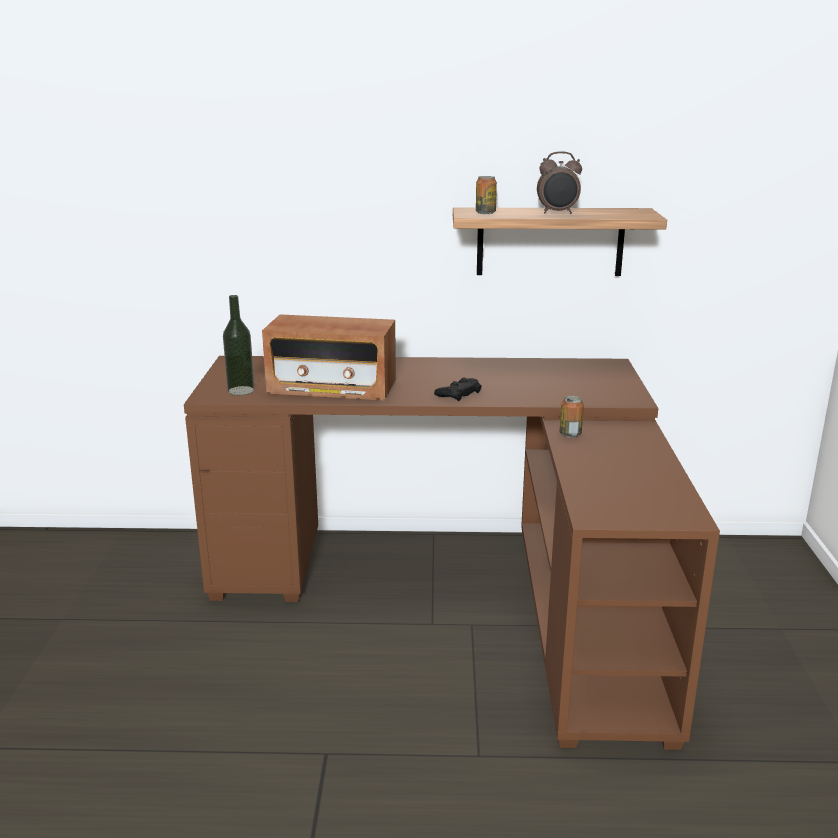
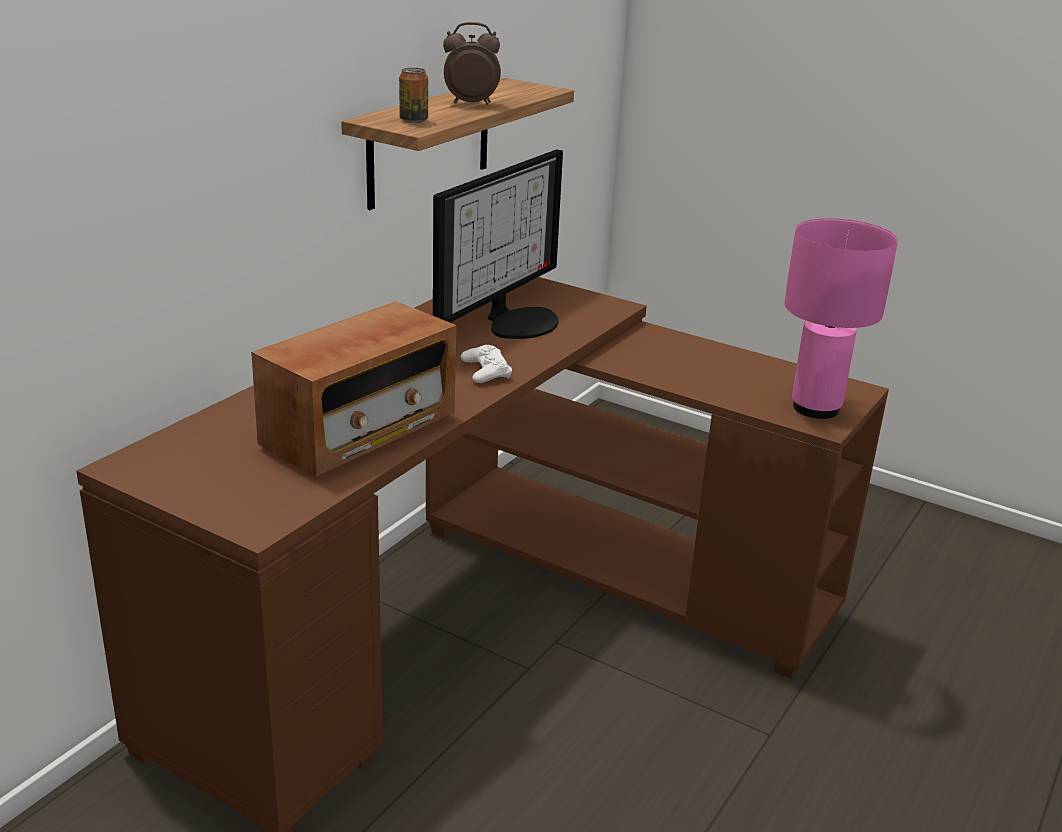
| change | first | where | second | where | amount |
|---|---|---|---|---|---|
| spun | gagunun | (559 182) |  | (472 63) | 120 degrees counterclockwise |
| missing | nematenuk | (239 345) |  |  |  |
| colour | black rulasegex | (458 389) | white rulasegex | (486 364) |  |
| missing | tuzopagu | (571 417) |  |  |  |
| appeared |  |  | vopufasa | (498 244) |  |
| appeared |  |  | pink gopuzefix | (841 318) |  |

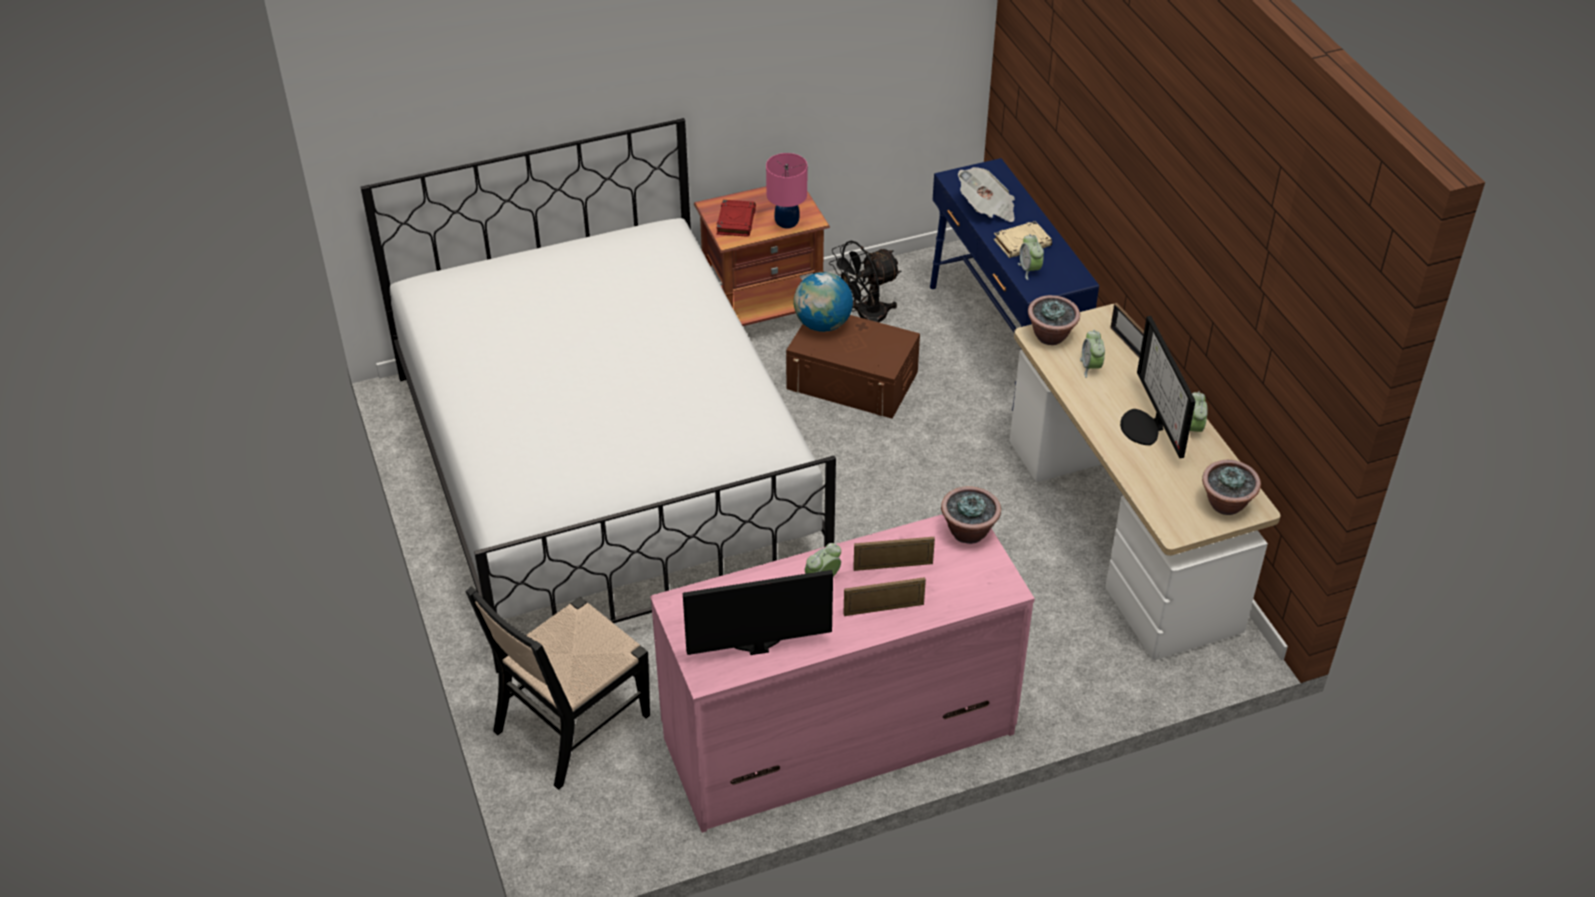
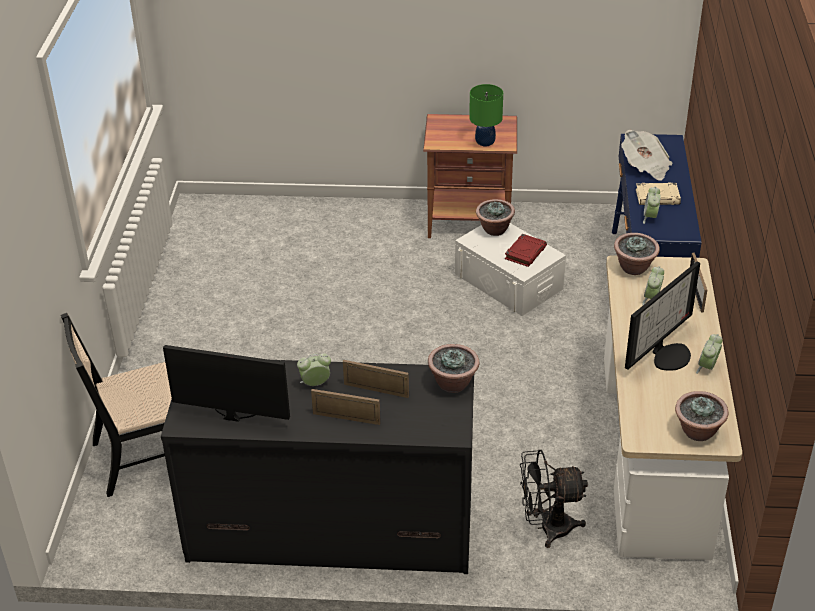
| change | first | where | second | where | amount |
|---|---|---|---|---|---|
| missing | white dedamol | (598 395) |  |  |  |
| colour | pink gopuzefix | (786 191) | green gopuzefix | (486 115) |  |
| relocated | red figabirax | (736 218) |  | (526 250) |  |
| relocated | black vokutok | (865 281) |  | (554 499) |  |
| exchanged | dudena | (823 302) | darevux | (495 217) |  |
| colour | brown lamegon | (853 367) | white lamegon | (510 269) |  |
| spun | vopufasa | (1158 387) |  | (662 316) | 150 degrees counterclockwise |
| colour | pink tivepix | (842 673) | black tivepix | (317 467) |  |

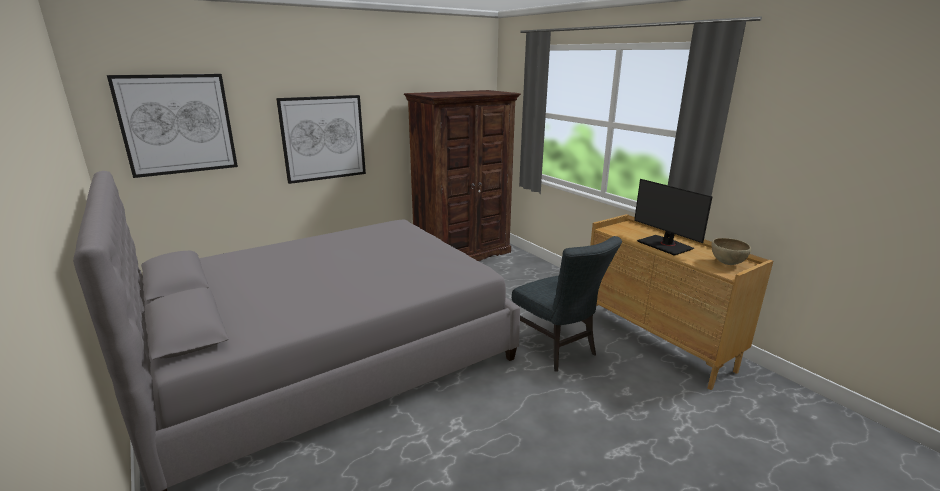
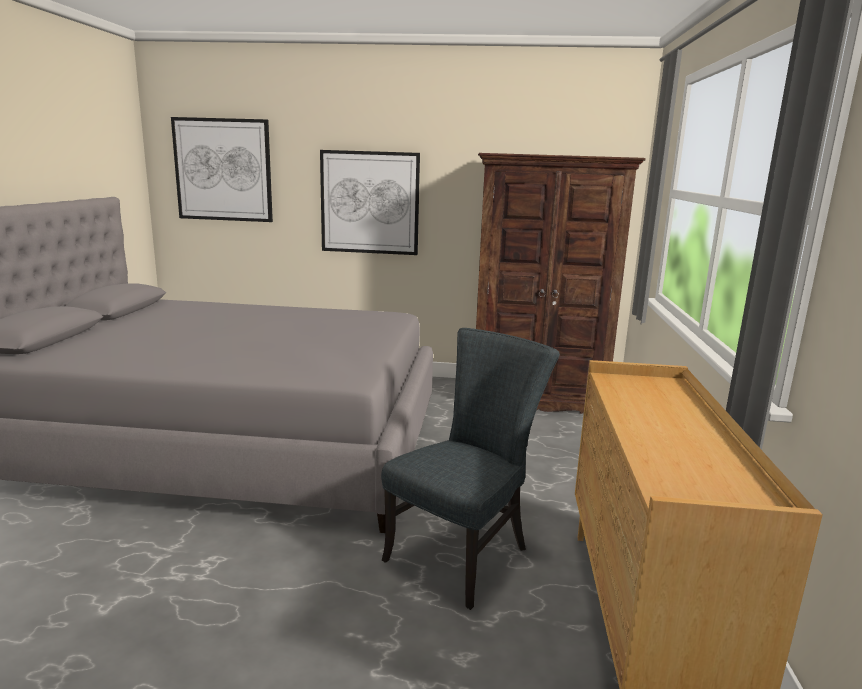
| change | first | where | second | where | amount |
|---|---|---|---|---|---|
| missing | vopufasa | (673 217) |  |  |  |
| spun | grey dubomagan | (567 304) |  | (470 469) | 150 degrees counterclockwise |
| missing | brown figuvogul | (731 251) |  |  |  |

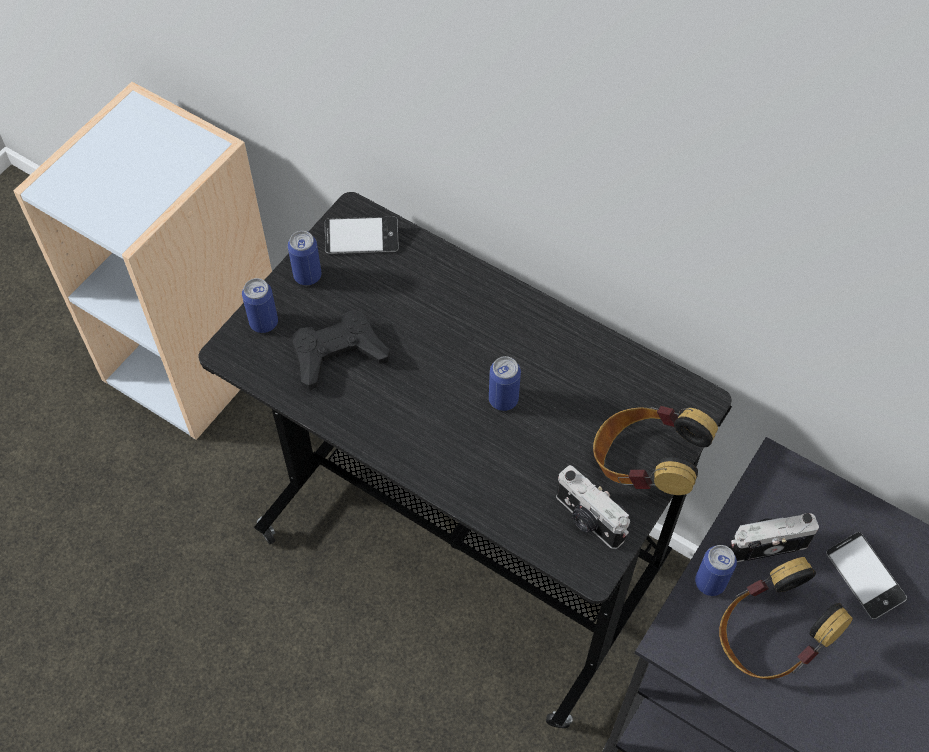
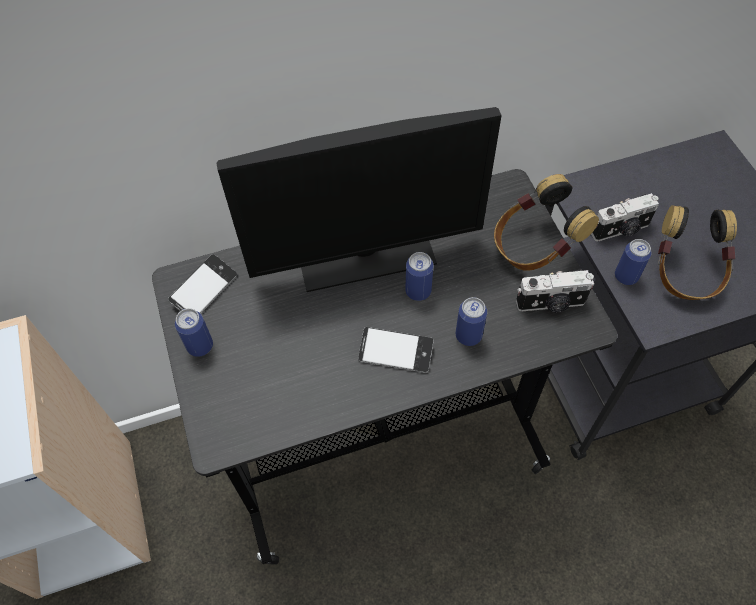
| change | first | where | second | where | amount |
|---|---|---|---|---|---|
| relocated | tuzopagu | (260 305) |  | (471 321) |  |
| missing | black rulasegex | (341 351) |  |  |  |
| spun | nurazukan | (774 537) |  | (625 217) | 135 degrees counterclockwise |
| relocated | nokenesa | (866 575) |  | (396 350) |  |
| appeared |  |  | vopufasa | (359 199) |  |

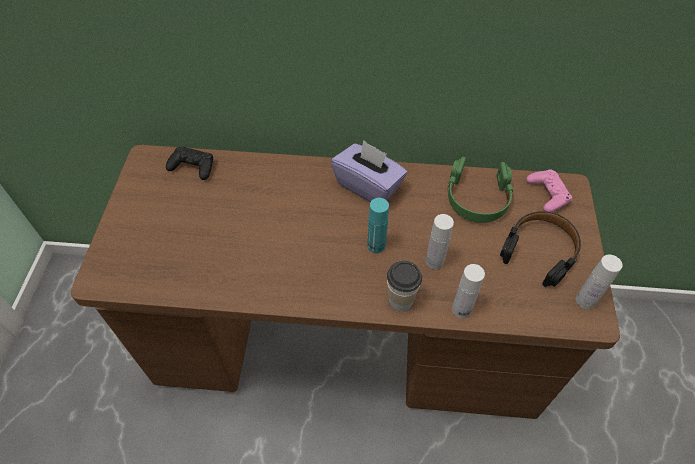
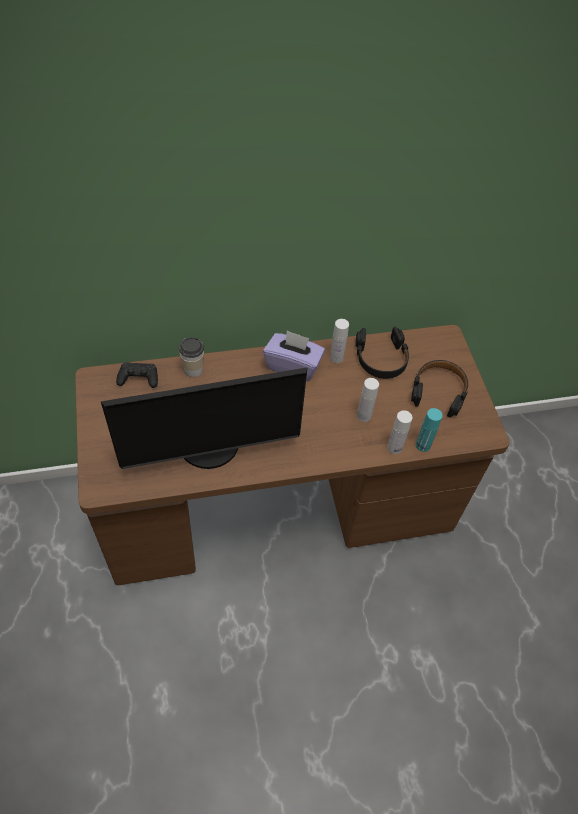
| change | first | where | second | where | amount |
|---|---|---|---|---|---|
| colour | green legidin | (480 190) | black legidin | (382 353) |  |
| missing | pink rulasegex | (549 190) |  |  |  |
| relocated | turquoise nematenuk | (378 225) |  | (429 430) |  |
| relocated | white nematenuk | (599 282) |  | (339 341) |  |
| relocated | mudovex | (404 286) |  | (191 357) |  |
| appeared |  |  | vopufasa | (204 418) |  |

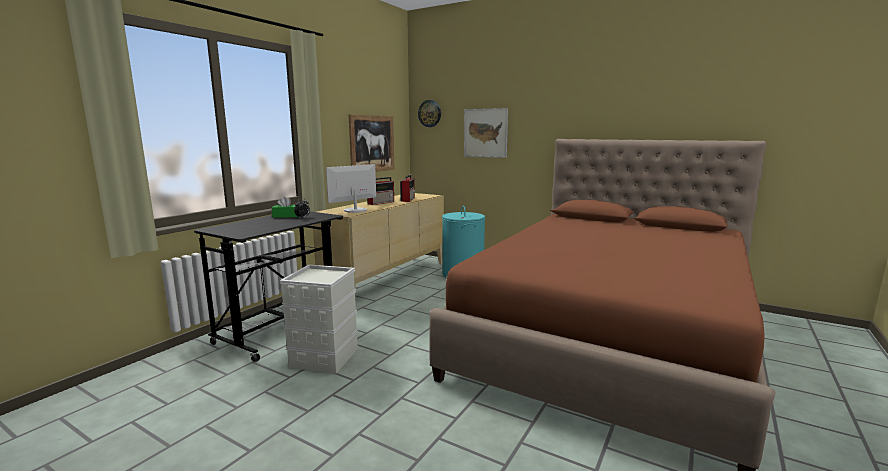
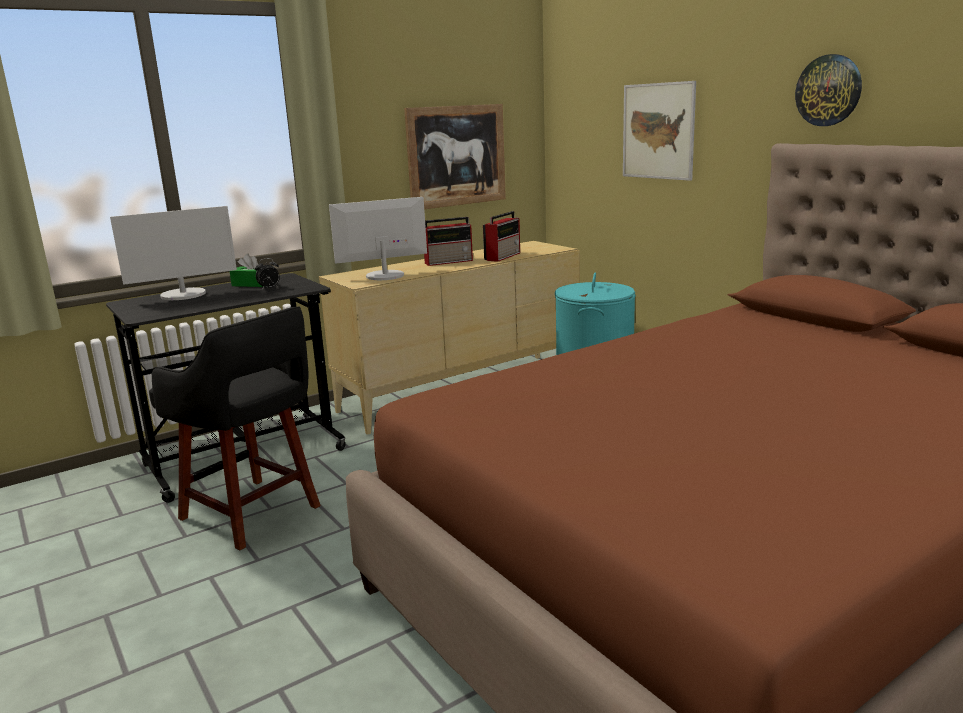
| change | first | where | second | where | amount |
|---|---|---|---|---|---|
| relocated | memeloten | (429 113) |  | (828 90) |  |
| exchanged | grey lamegon | (319 319) | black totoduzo | (235 428) |  |
| appeared |  |  | vopufasa | (173 253) |  |

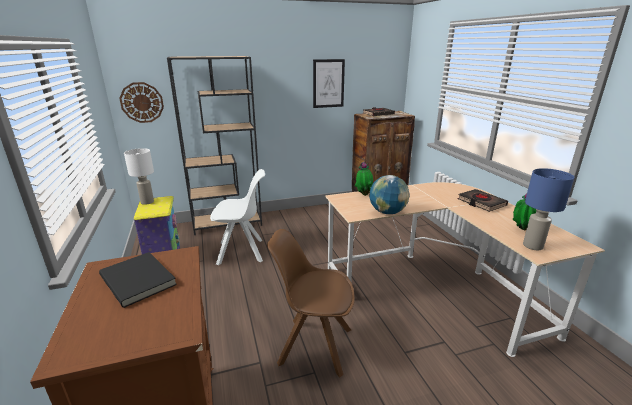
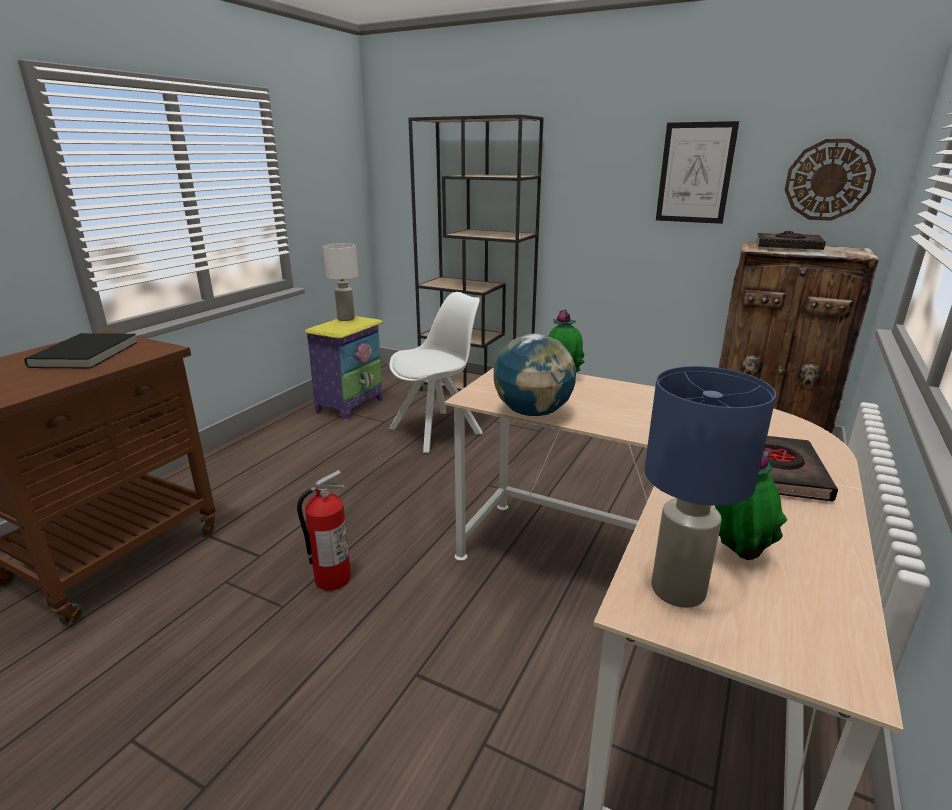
| change | first | where | second | where | amount |
|---|---|---|---|---|---|
| relocated | memeloten | (141 102) |  | (830 180) |  |
| spun | white dubomagan | (237 217) |  | (436 372) | 75 degrees counterclockwise |
| exchanged | brown dubomagan | (311 303) | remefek | (324 530) |  |

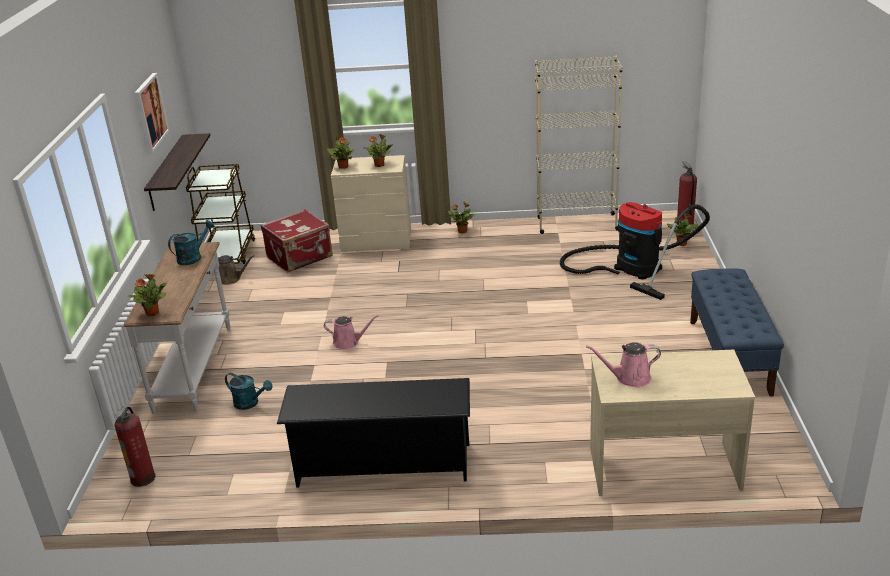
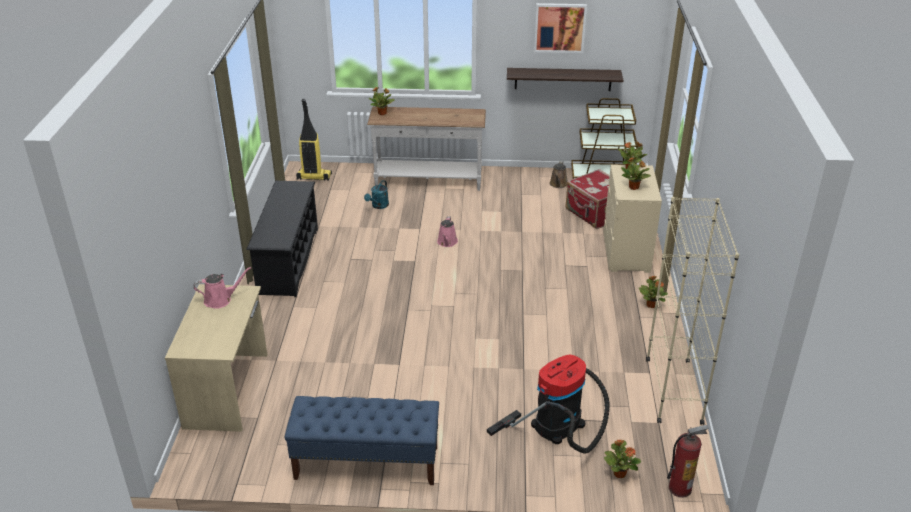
| change | first | where | second | where | amount |
|---|---|---|---|---|---|
| missing | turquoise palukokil | (191 242) |  |  |  |
| spun | pink palukokil | (623 365) |  | (222 288) | 75 degrees clockwise |
| exchanged | remefek | (134 447) | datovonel | (314 140) |  |

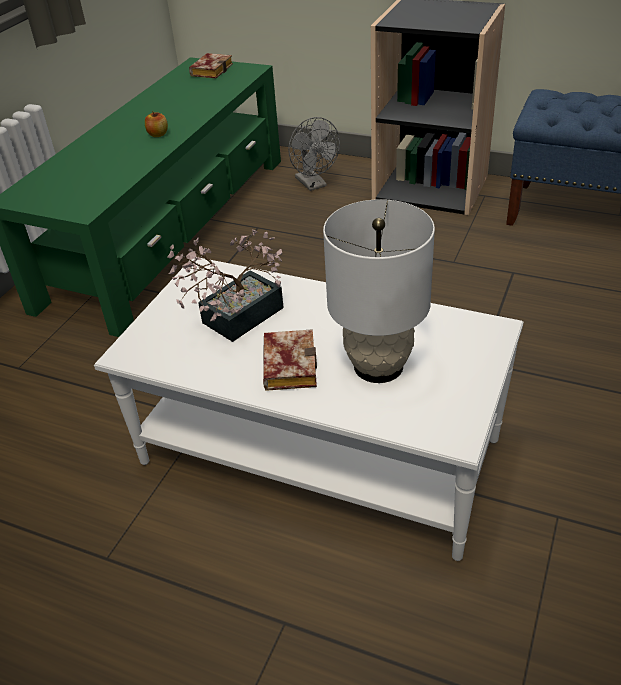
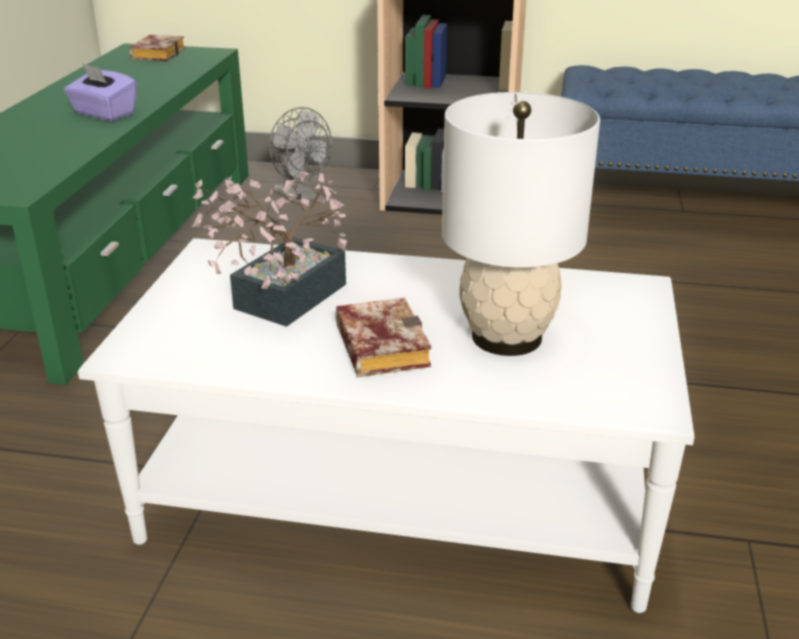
| change | first | where | second | where | amount |
|---|---|---|---|---|---|
| exchanged | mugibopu | (156 124) | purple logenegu | (100 92) |  |

